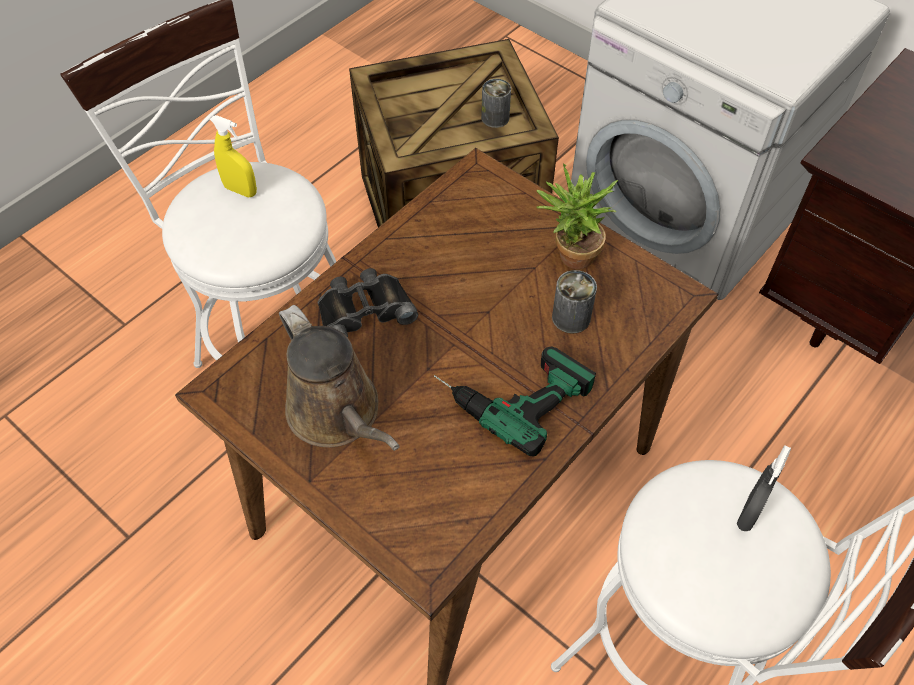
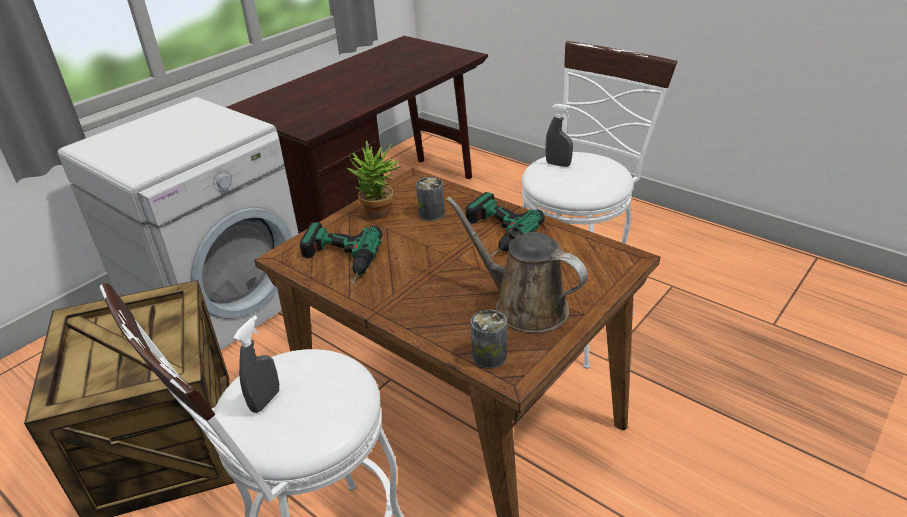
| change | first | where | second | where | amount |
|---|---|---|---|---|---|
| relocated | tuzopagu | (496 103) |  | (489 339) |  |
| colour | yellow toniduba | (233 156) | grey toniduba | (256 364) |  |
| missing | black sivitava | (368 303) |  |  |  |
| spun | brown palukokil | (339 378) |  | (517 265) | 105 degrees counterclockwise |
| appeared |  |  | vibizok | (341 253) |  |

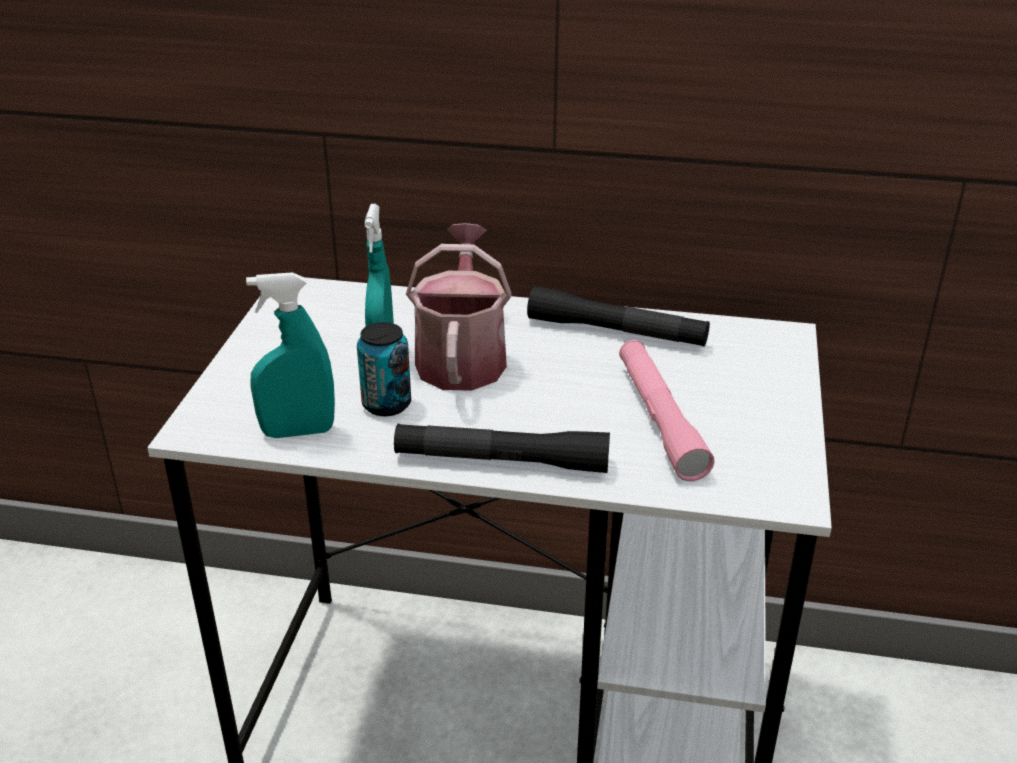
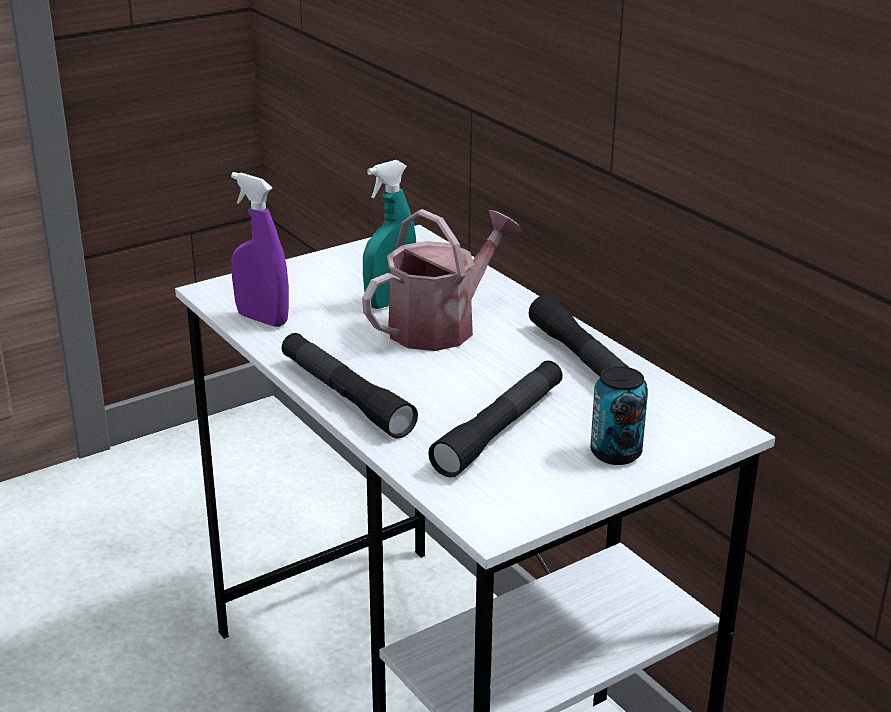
| change | first | where | second | where | amount |
|---|---|---|---|---|---|
| colour | turquoise toniduba | (290 355) | purple toniduba | (260 249) |  |
| relocated | tuzopagu | (384 369) |  | (619 415) |  |
| colour | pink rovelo | (666 410) | black rovelo | (495 419) |  |

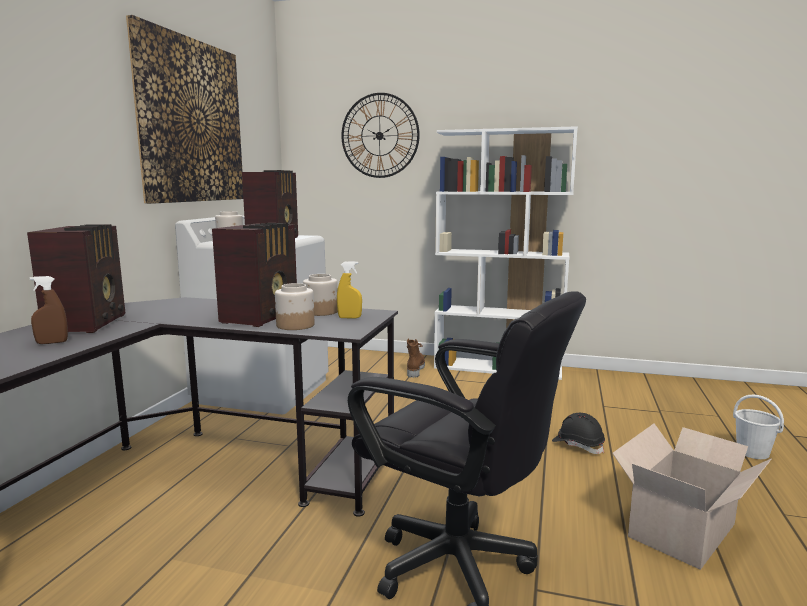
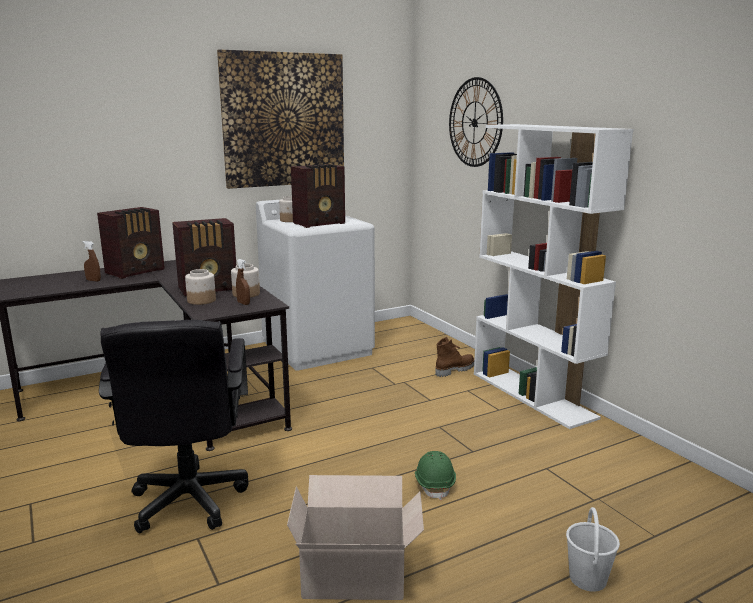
| change | first | where | second | where | amount |
|---|---|---|---|---|---|
| colour | yellow toniduba | (349 289) | brown toniduba | (243 282) |  |
| colour | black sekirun | (578 433) | green sekirun | (435 475) |  |

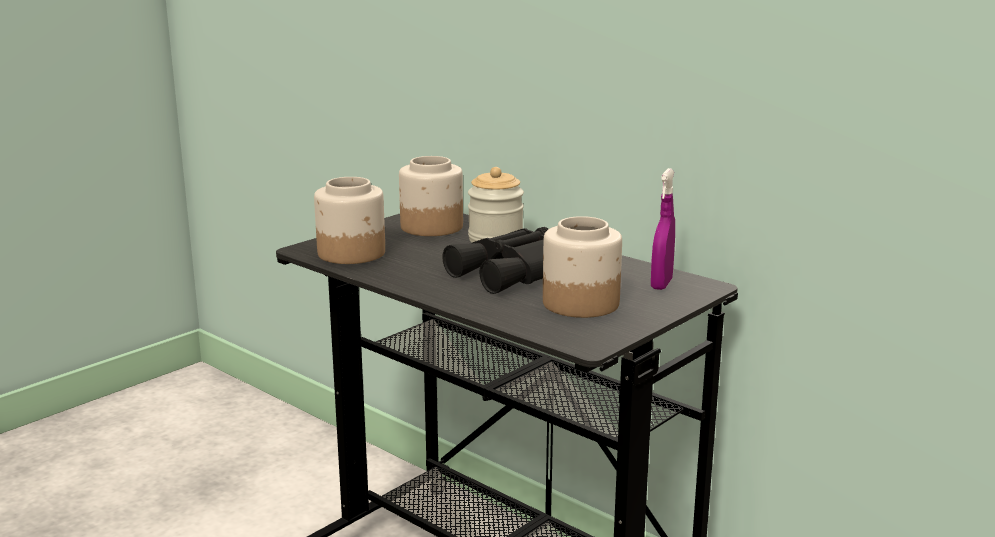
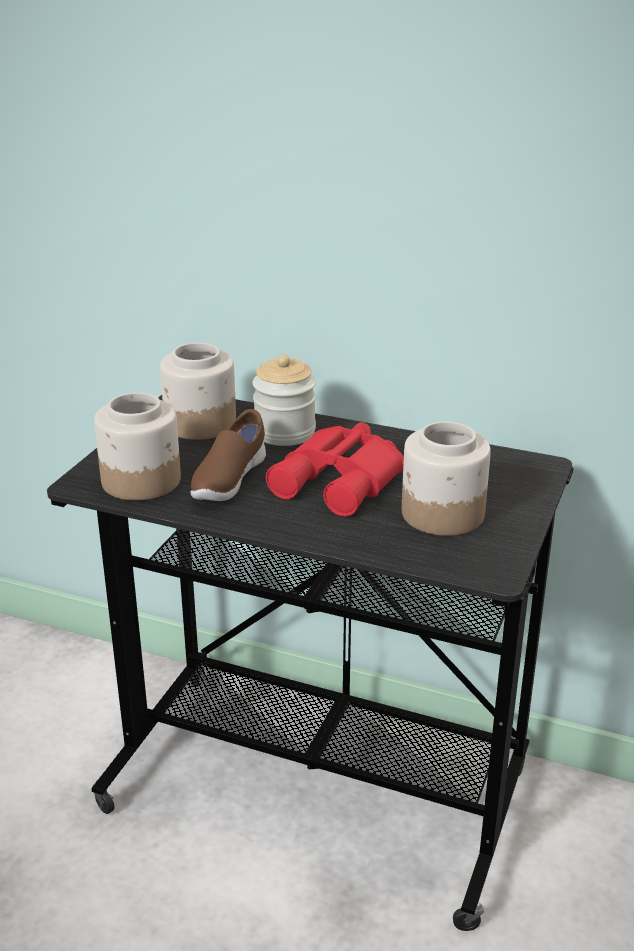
| change | first | where | second | where | amount |
|---|---|---|---|---|---|
| missing | purple toniduba | (663 229) |  |  |  |
| colour | black sivitava | (495 260) | red sivitava | (335 469) |  |
| appeared |  |  | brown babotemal | (228 455) |  |

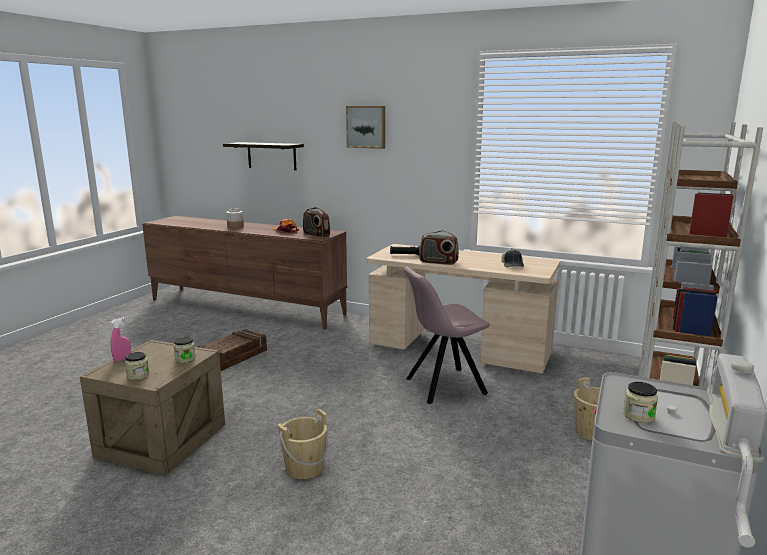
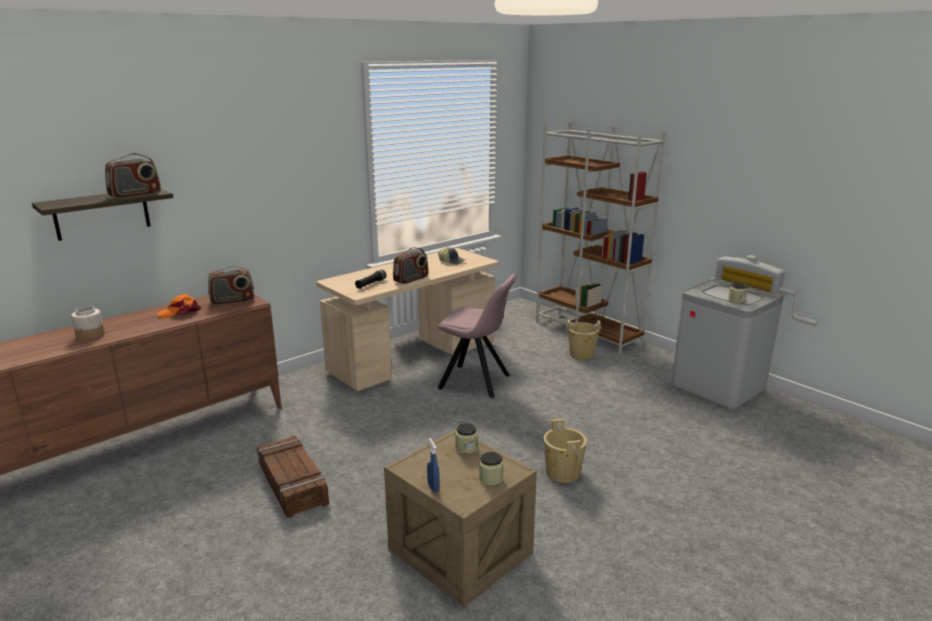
| change | first | where | second | where | amount |
|---|---|---|---|---|---|
| missing | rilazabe | (365 127) |  |  |  |
| spun | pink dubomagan | (447 335) |  | (476 336) | 75 degrees counterclockwise |
| colour | pink toniduba | (120 339) | blue toniduba | (433 465) |  |
| appeared |  |  | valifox | (133 176) |  |

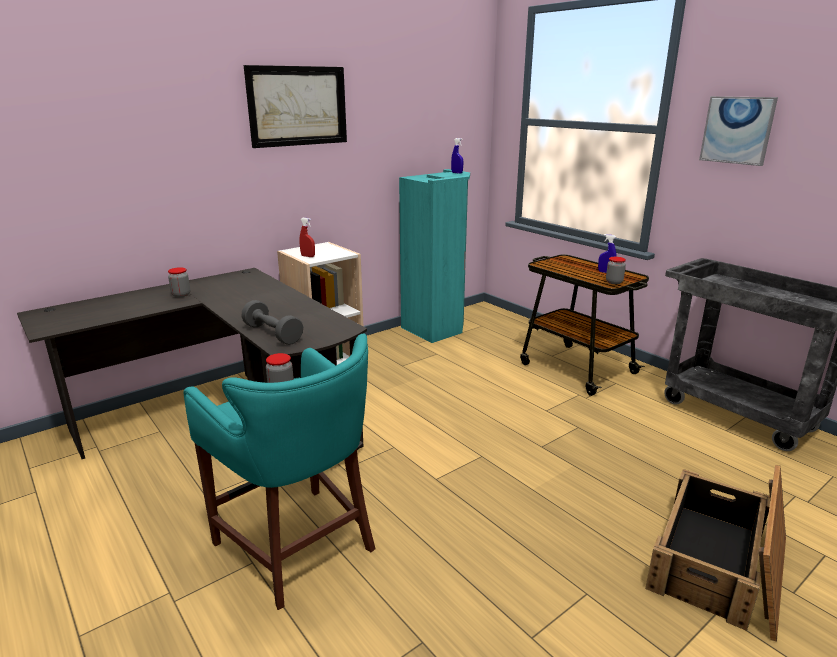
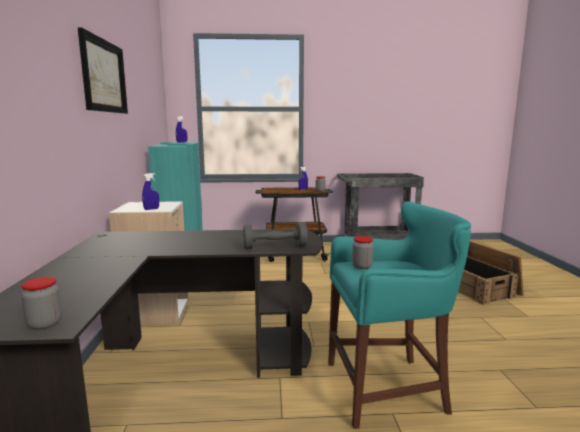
| change | first | where | second | where | amount |
|---|---|---|---|---|---|
| missing | rilazabe | (738 131) |  |  |  |
| colour | red toniduba | (307 237) | blue toniduba | (150 191) |  |
| relocated | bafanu | (179 282) |  | (41 303) |  |

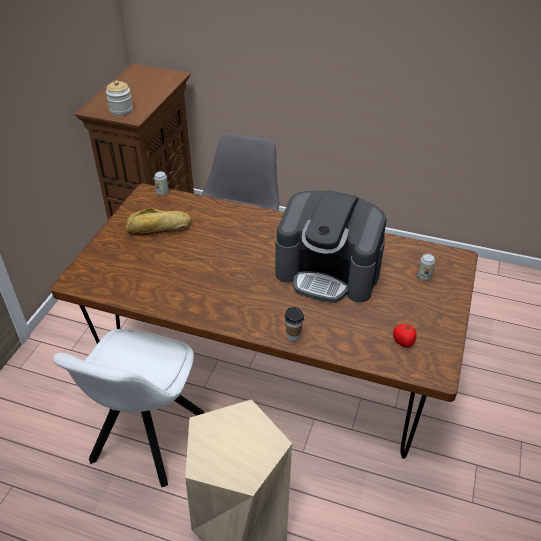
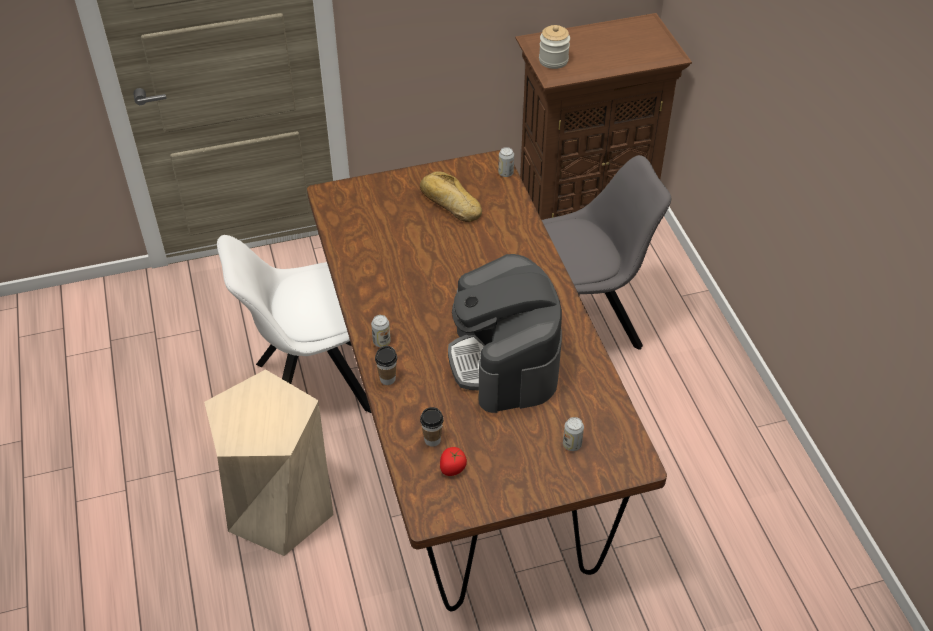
| change | first | where | second | where | amount |
|---|---|---|---|---|---|
| appeared |  |  | tuzopagu | (381 331) |  |
| appeared |  |  | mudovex | (432 427) |  |

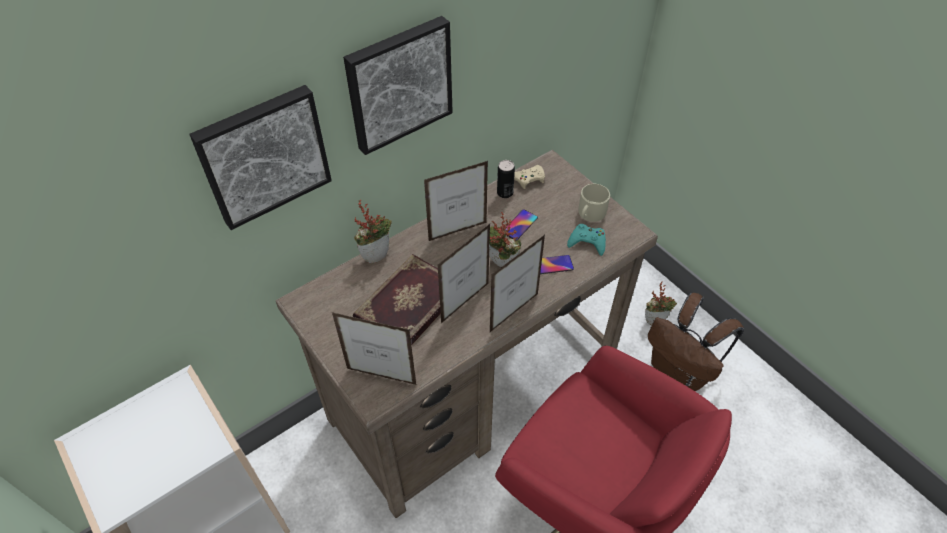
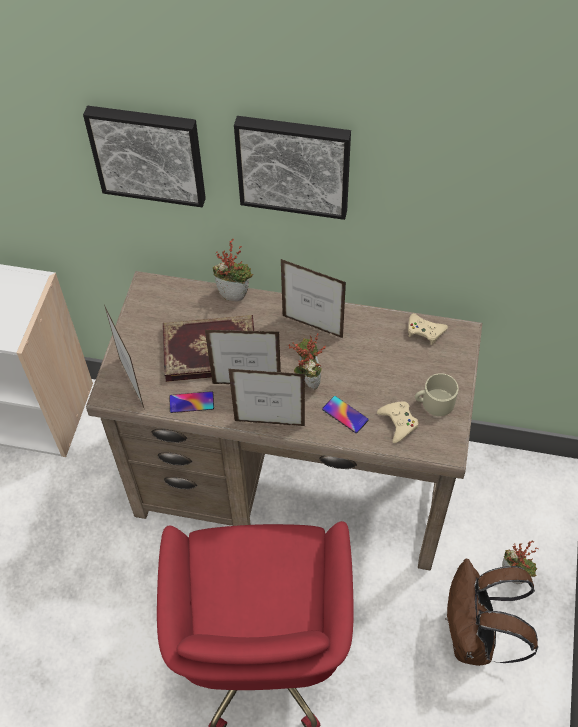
| change | first | where | second | where | amount |
|---|---|---|---|---|---|
| missing | tuzopagu | (506 179) |  |  |  |
| relocated | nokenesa | (522 224) |  | (191 402) |  |
| colour | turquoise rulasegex | (586 240) | beige rulasegex | (397 422) |  |

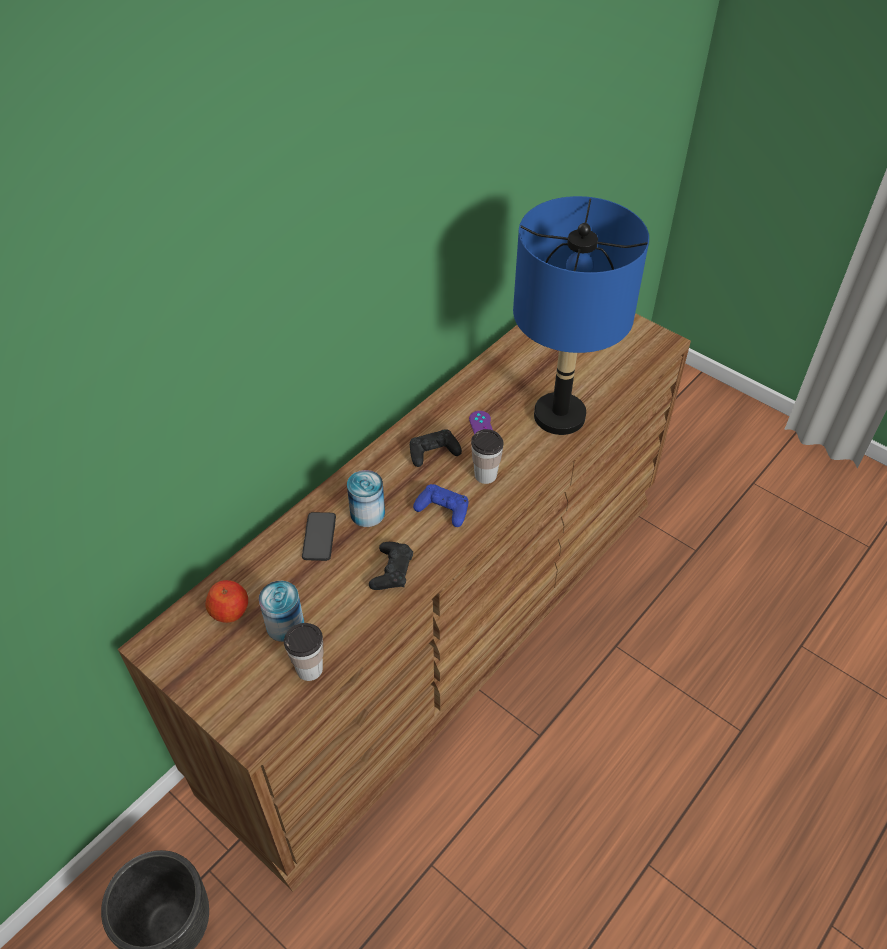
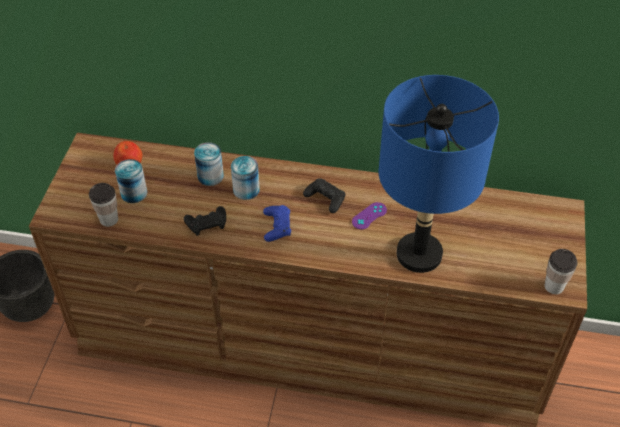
| change | first | where | second | where | amount |
|---|---|---|---|---|---|
| relocated | mudovex | (487 456) |  | (561 271) |  |
| exchanged | nokenesa | (319 536) | tuzopagu | (209 164) |  |

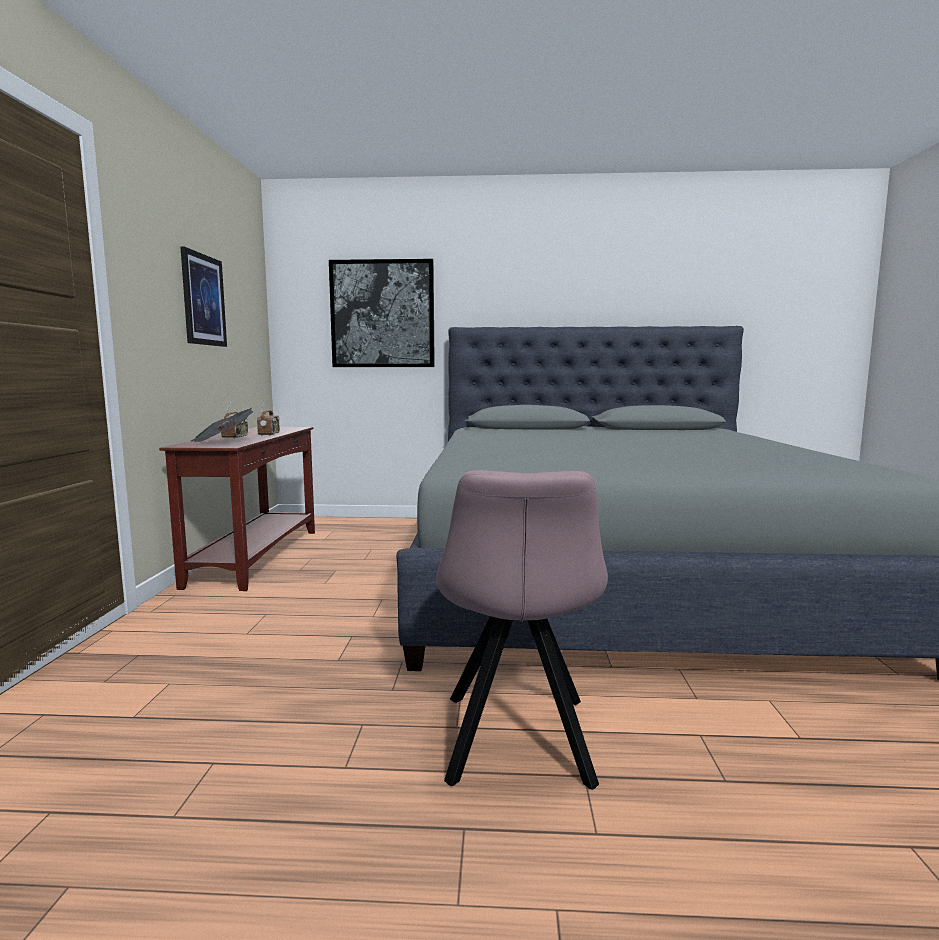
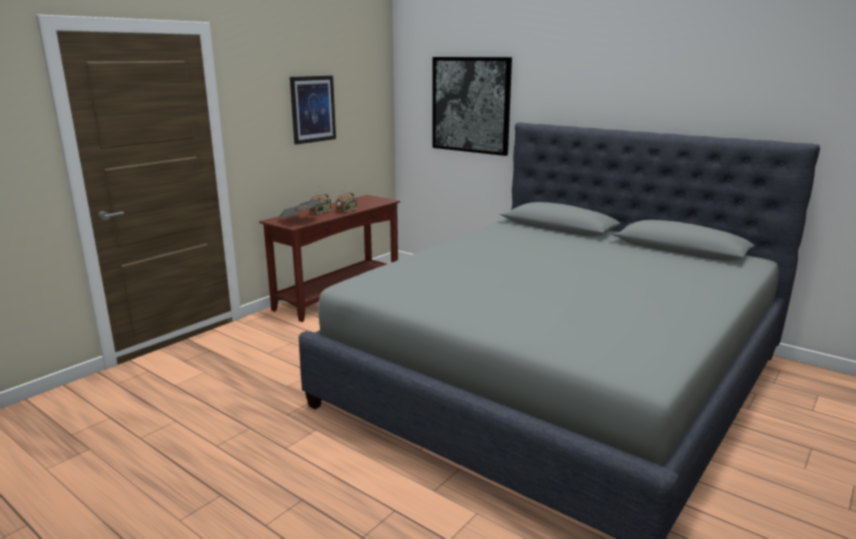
| change | first | where | second | where | amount |
|---|---|---|---|---|---|
| missing | pink dubomagan | (522 630) |  |  |  |

